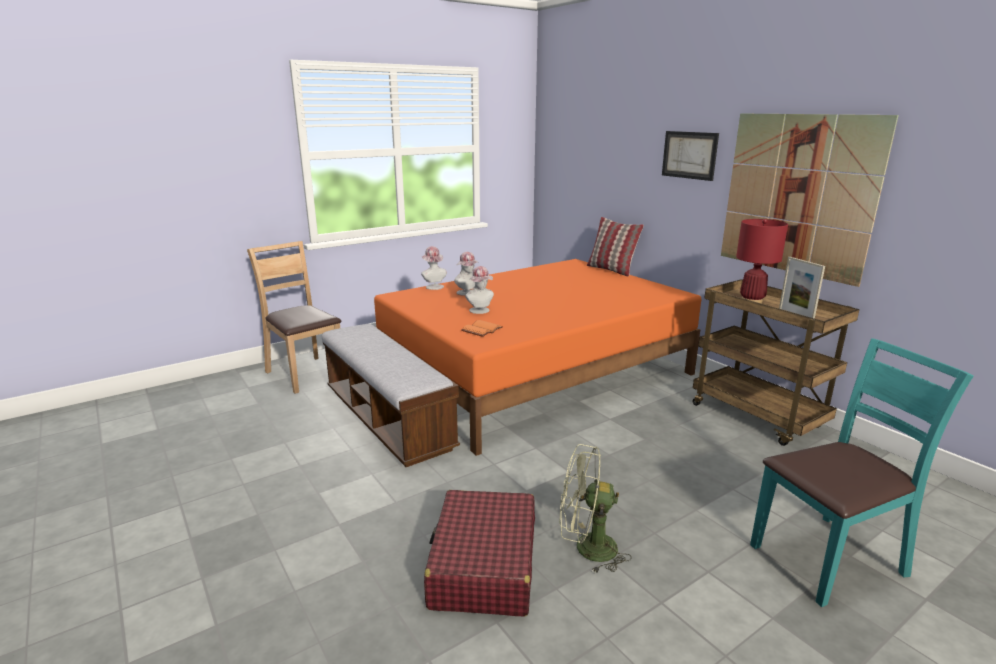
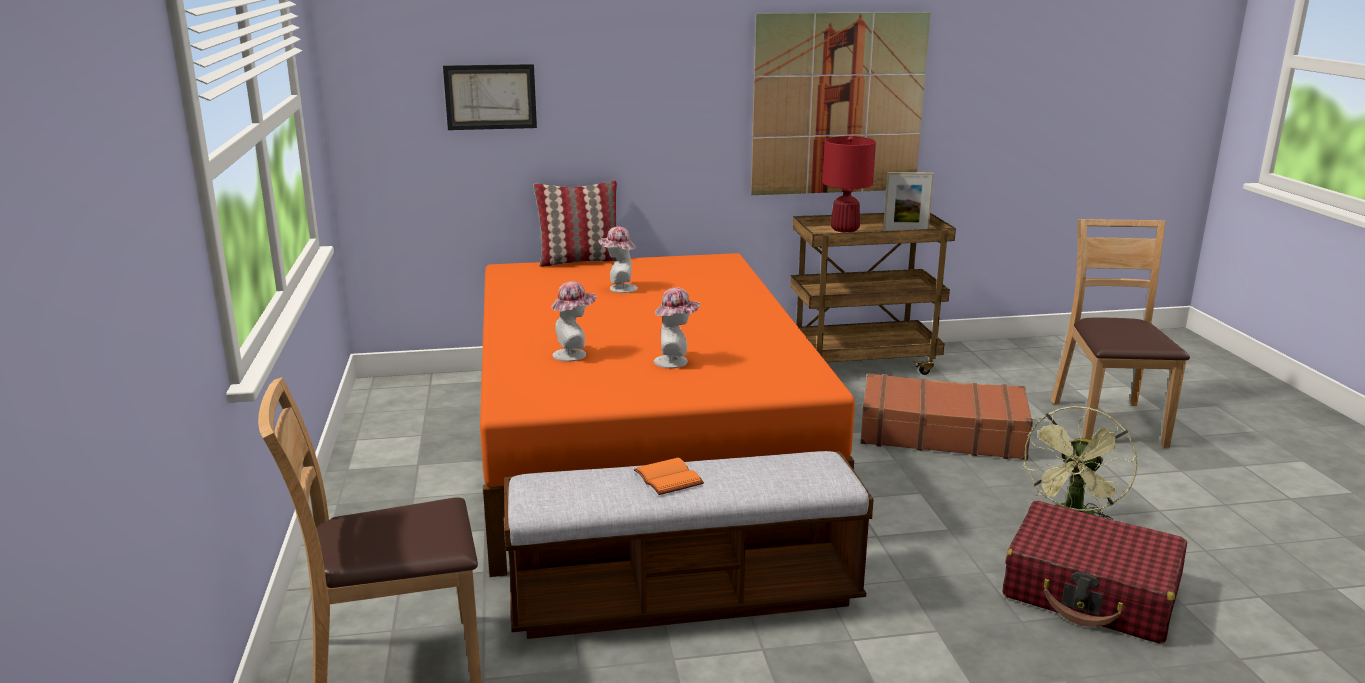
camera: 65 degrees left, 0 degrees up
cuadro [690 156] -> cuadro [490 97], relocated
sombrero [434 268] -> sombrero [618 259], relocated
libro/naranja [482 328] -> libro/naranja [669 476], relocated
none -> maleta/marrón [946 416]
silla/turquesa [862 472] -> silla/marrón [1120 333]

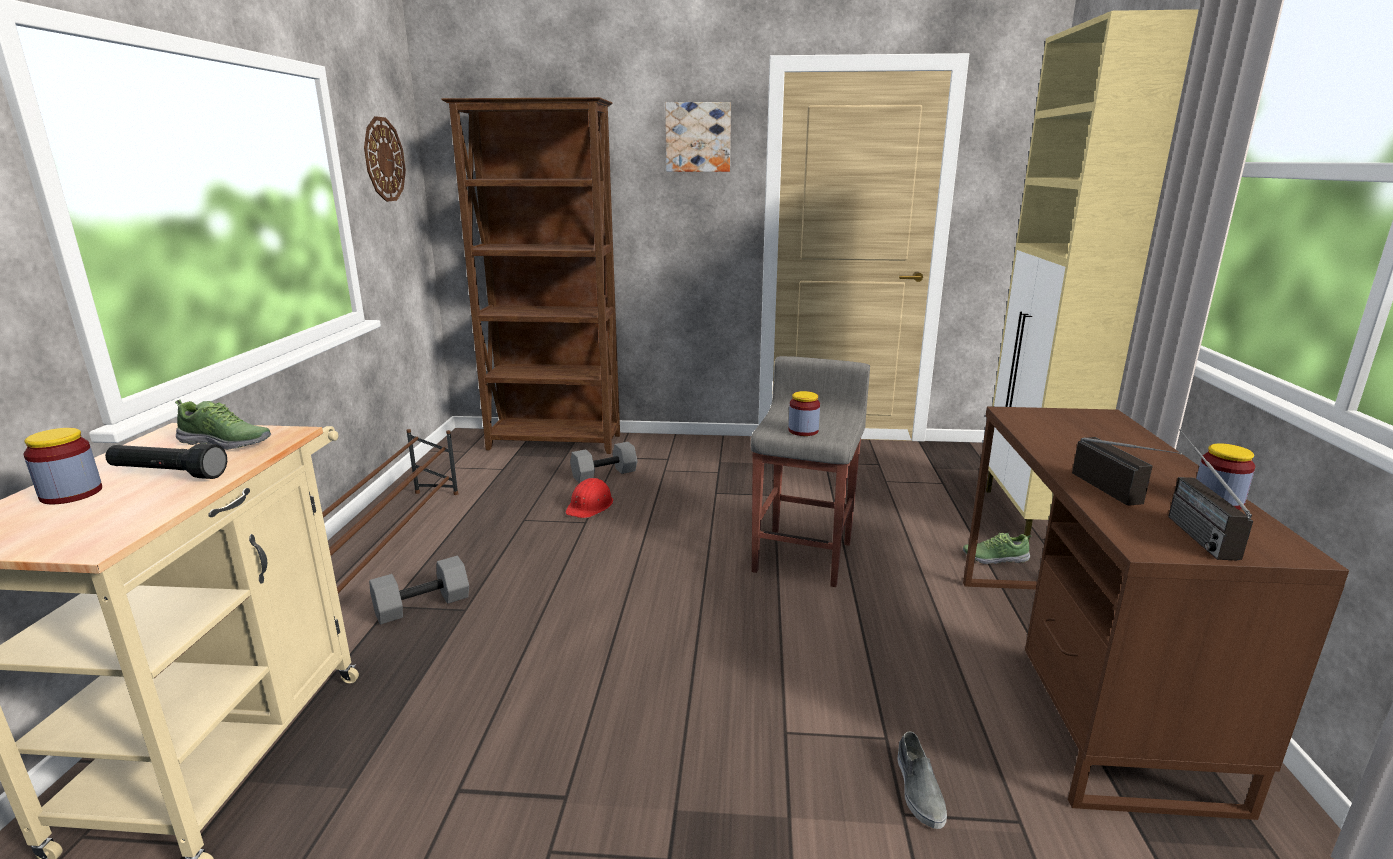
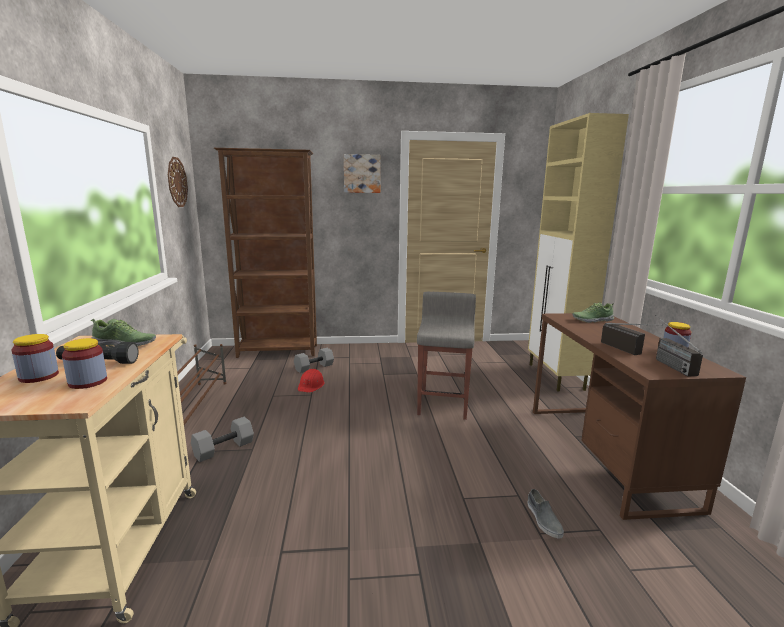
camera: 10 degrees left, 5 degrees down
tarro [804 413] -> tarro [84 363], relocated
zapato [997 548] -> zapato [593 312], relocated

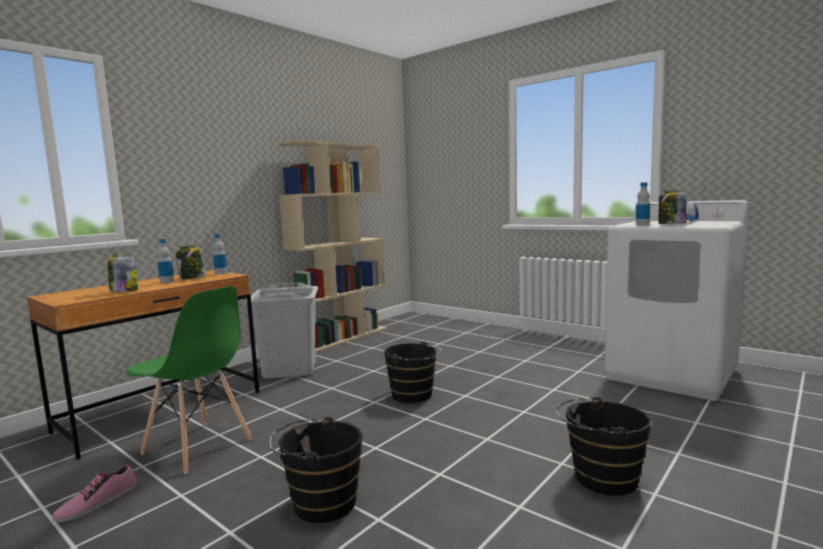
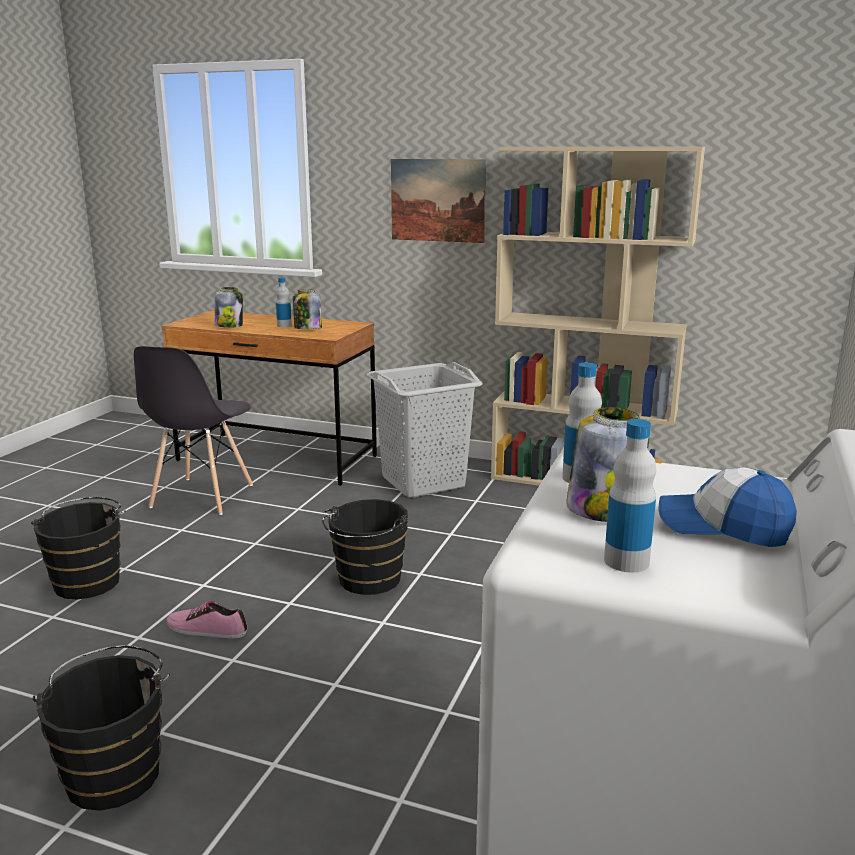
camera: 70 degrees right, 10 degrees up
silla/verde [189 380] -> silla/gris [193 430]
zapato [94 493] -> zapato [206 619], relocated
none -> cuadro [438 201]
botella [220 254] -> botella [630 495], relocated

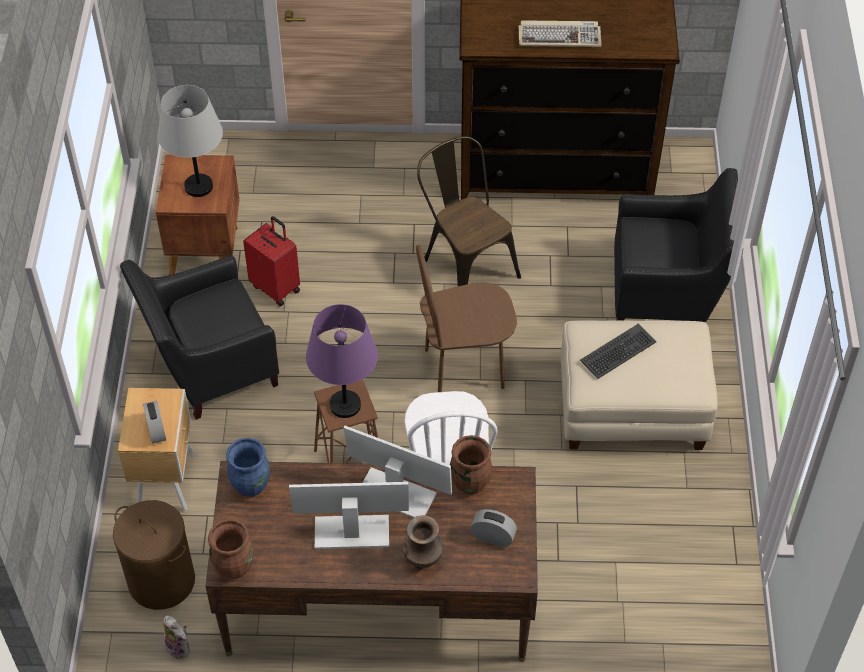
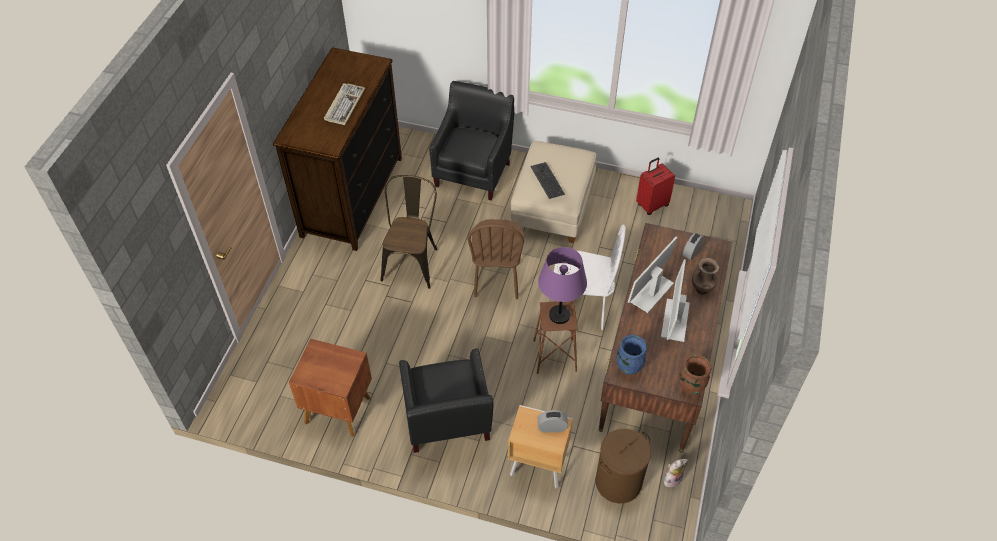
camera: 75 degrees left, 0 degrees up
silla/marrón [469 211] -> silla/marrón [409 232], 120 degrees clockwise
maleta/rojo [271 261] -> maleta/rojo [655 186], relocated
lámpara de mesa/gris [190 141] -> none
florero/marrón [471 465] -> none

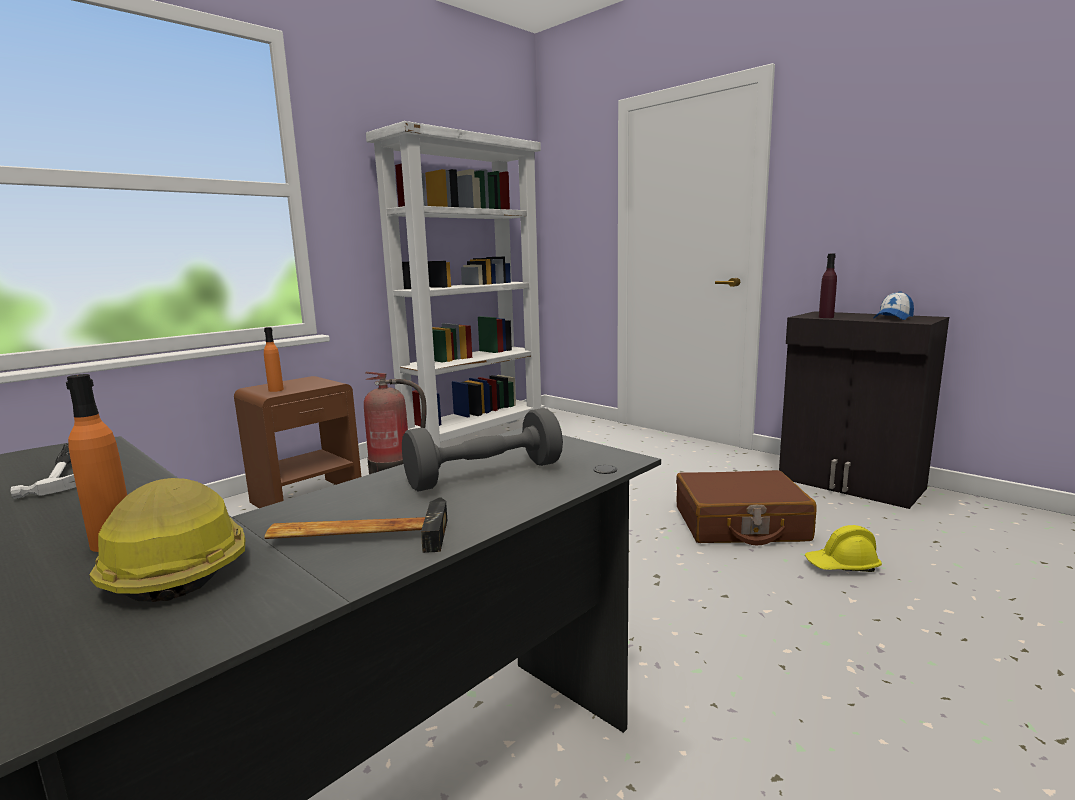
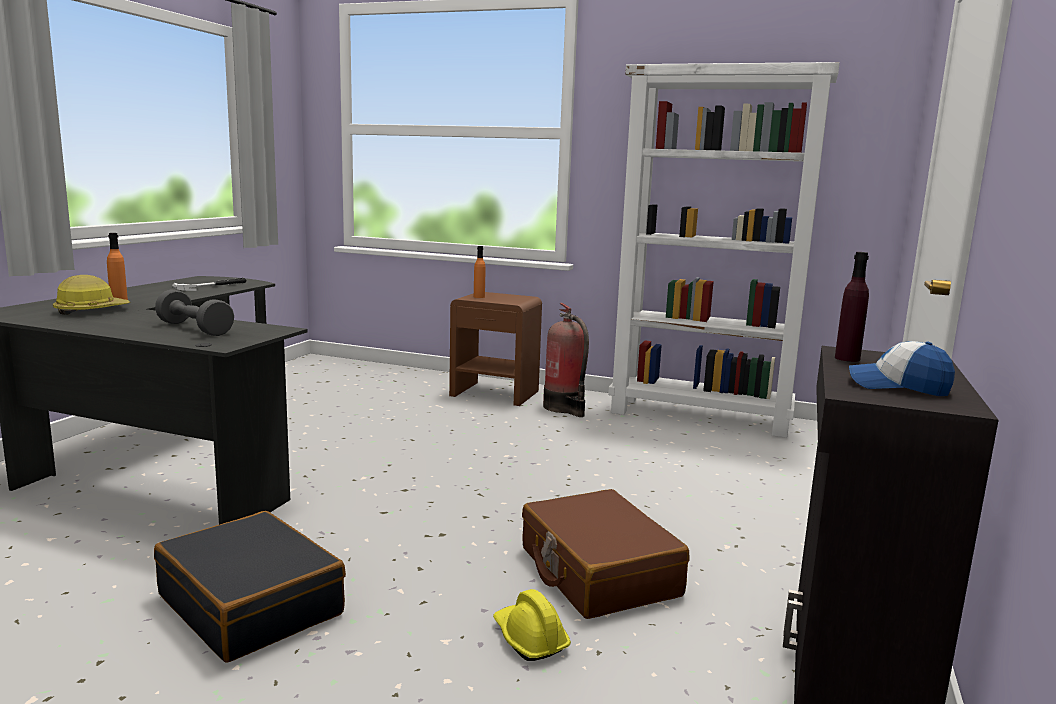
camera: 65 degrees right, 0 degrees up
none -> maleta/negro [250 586]
martillo [355 525] -> none

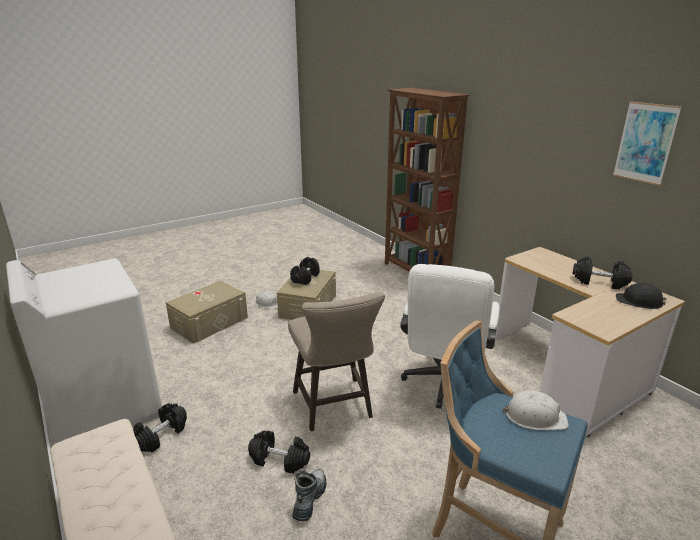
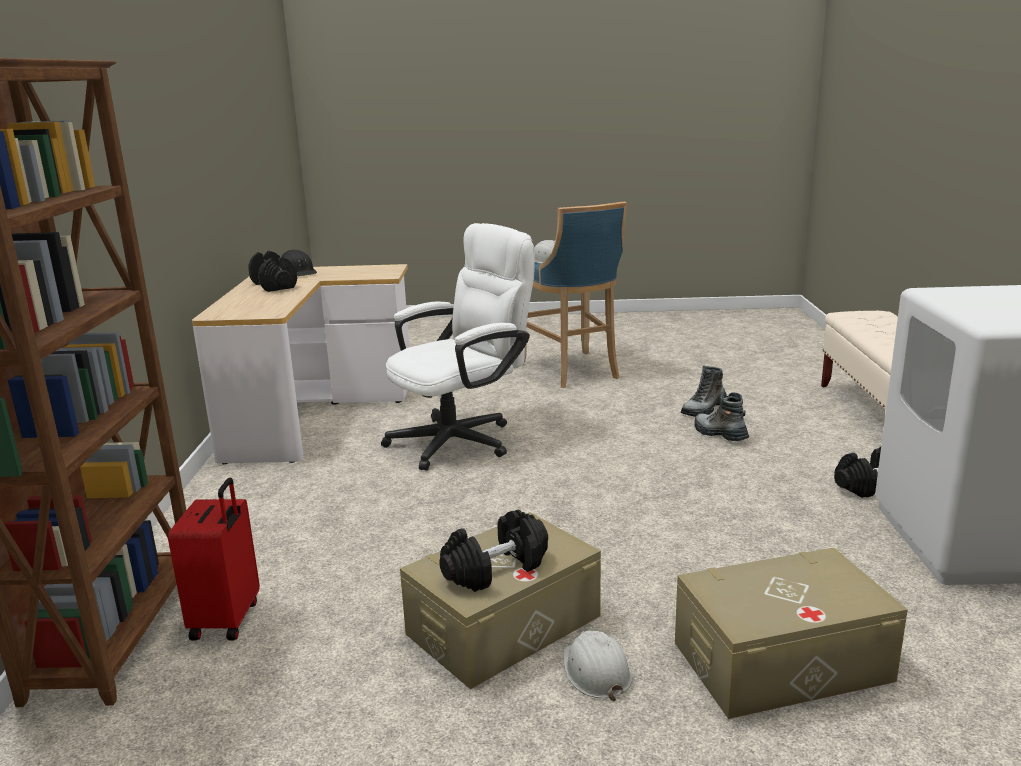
camera: 145 degrees left, 5 degrees down
none -> maleta/rojo [214 559]
mancuerna/negro [279 451] -> bota [721 416]
taburete/beis [336 361] -> none
cuadro [647 143] -> none

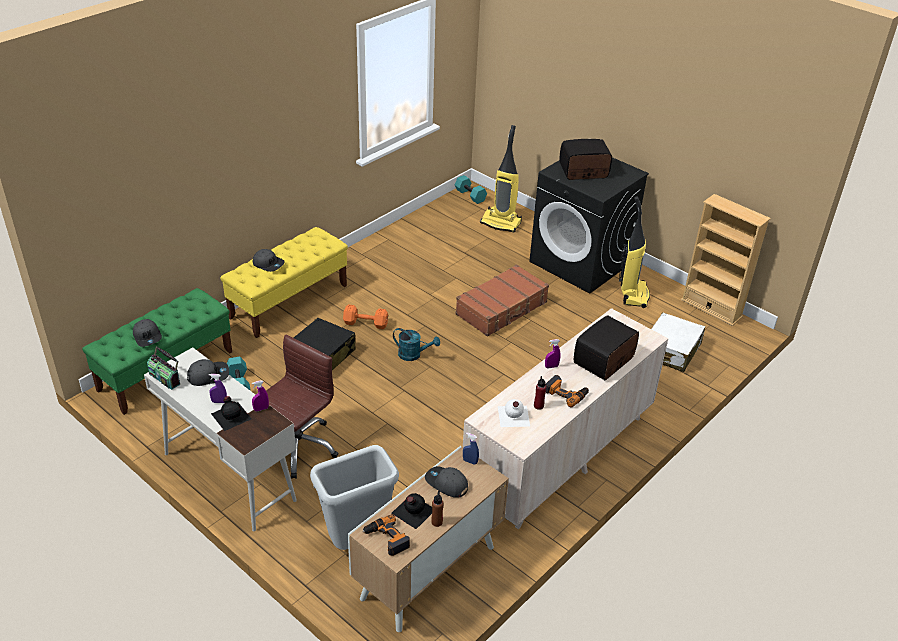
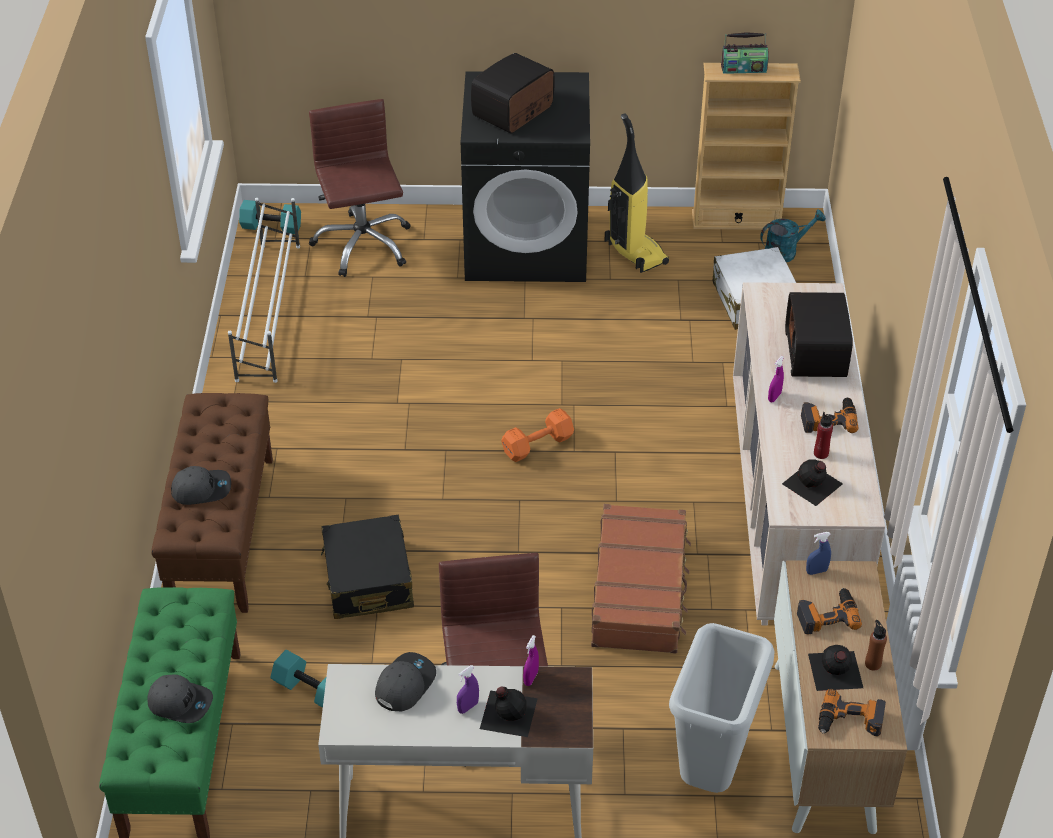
camera: 40 degrees left, 5 degrees up
banco/amarillo [284 282] -> banco/marrón [212 503]
none -> zapatero/blanco [264 290]
aspiradora [501 179] -> silla de oficina/marrón [360 188]
mancuerna/naranja [365 316] -> mancuerna/naranja [537 435], relocated
maleta/marrón [502 300] -> maleta/marrón [641 579], relocated
radio [163 368] -> radio [745 53], relocated
regadera/turquesa [416 344] -> regadera/turquesa [793 235], relocated
botella/blanco [514 413] -> botella/negro [812 482]
gorra/gris [446 482] -> taladro [829 611]

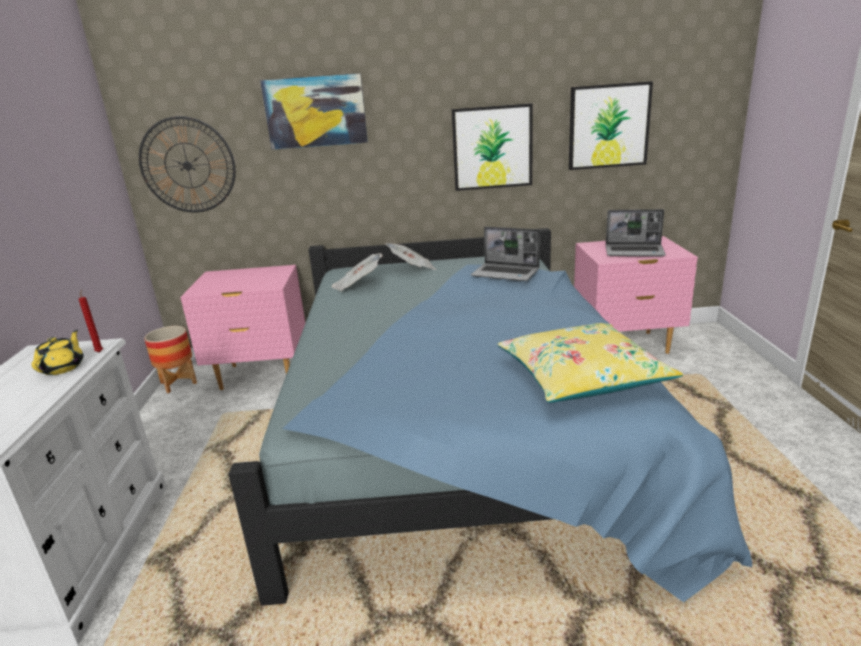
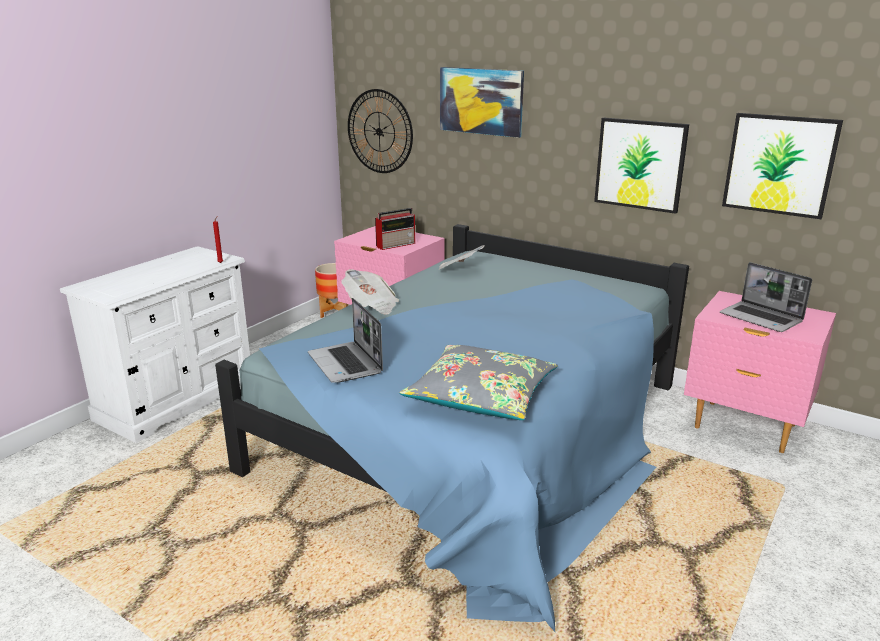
camera: 35 degrees right, 0 degrees up
portátil [505 254] -> portátil [345 340], relocated
periódico [411 256] -> periódico [370 292], relocated
none -> radio [395 229]
cojín/amarillo [590 363] -> cojín/gris [478 382]
tetera/amarillo [57 352] -> none

